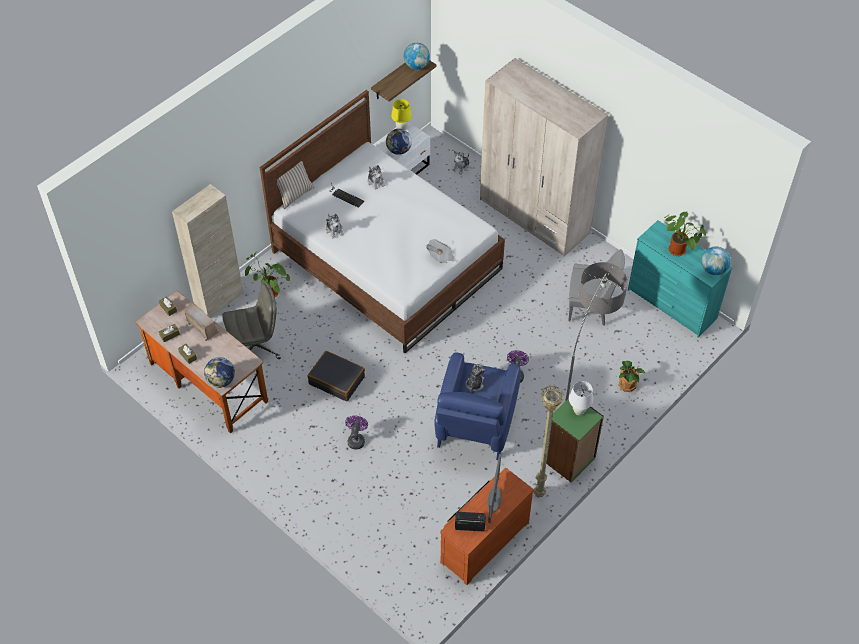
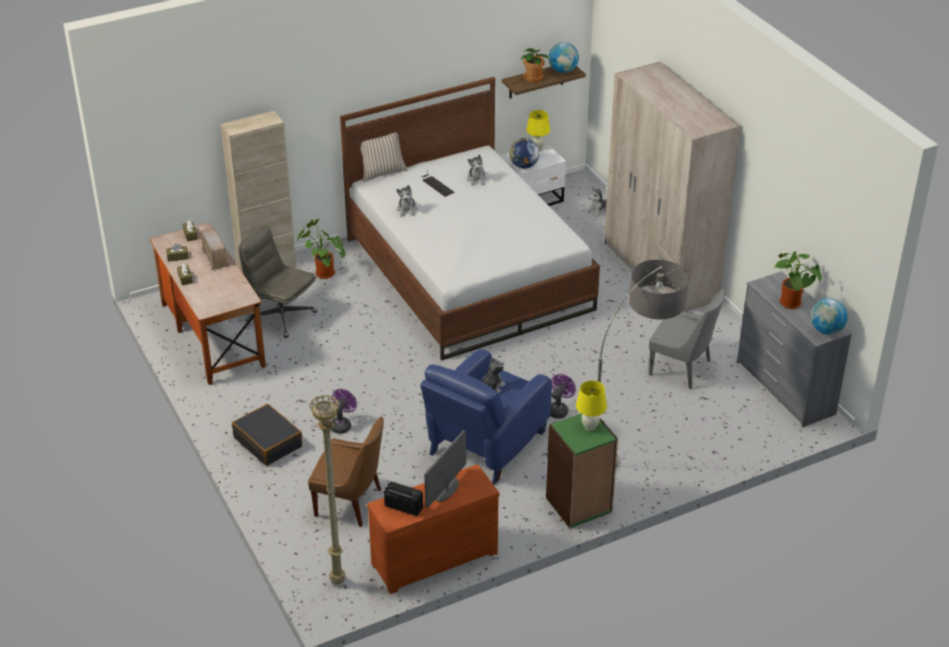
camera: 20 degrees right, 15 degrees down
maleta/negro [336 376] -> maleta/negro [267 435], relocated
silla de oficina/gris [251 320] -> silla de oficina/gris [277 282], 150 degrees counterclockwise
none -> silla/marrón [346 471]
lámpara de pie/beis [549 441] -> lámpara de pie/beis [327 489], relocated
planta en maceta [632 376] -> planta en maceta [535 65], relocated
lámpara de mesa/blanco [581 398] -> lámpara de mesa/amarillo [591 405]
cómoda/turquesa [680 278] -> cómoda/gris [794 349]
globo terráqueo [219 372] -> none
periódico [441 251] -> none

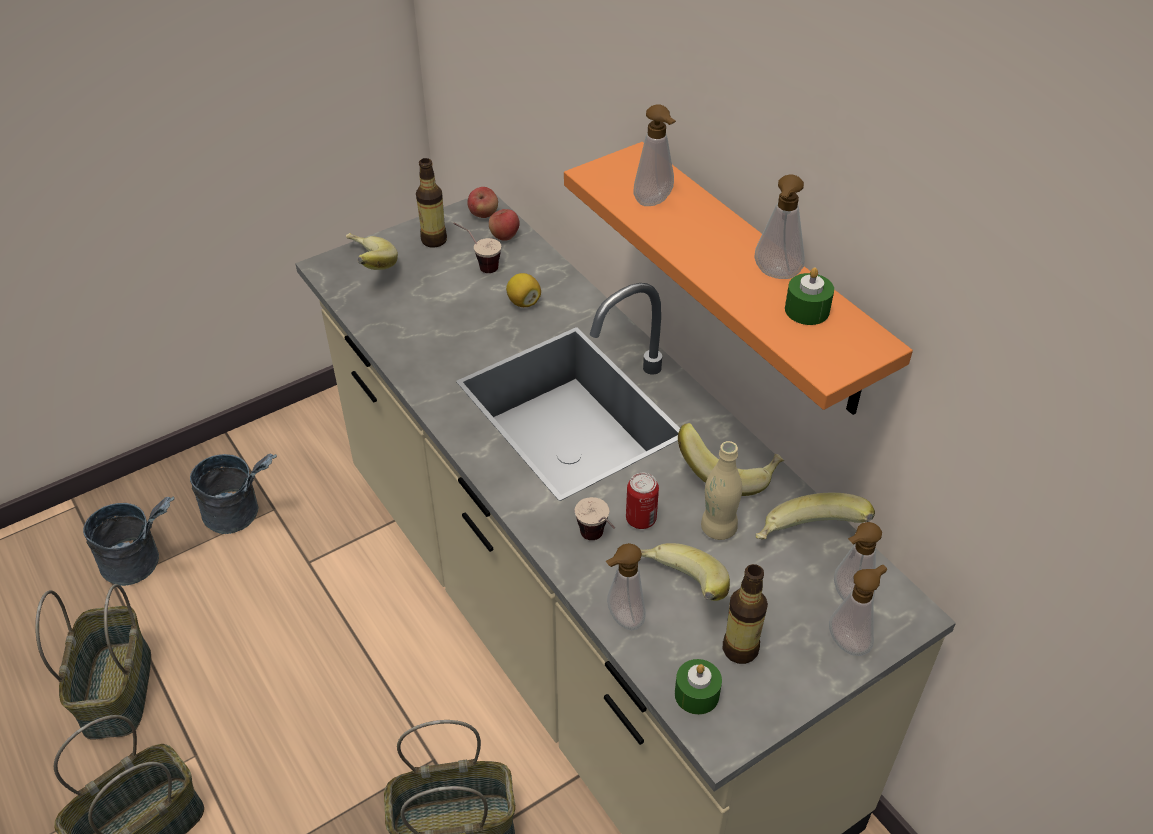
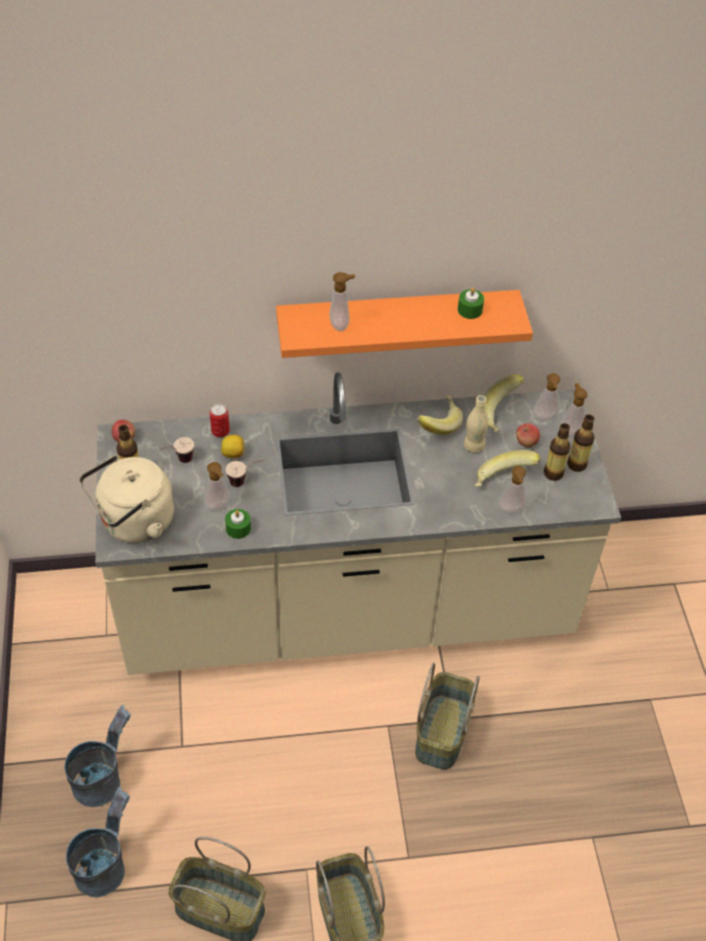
camera: 65 degrees left, 5 degrees up
plátano [372 251] -> hervidor/beis [126 499]
dispensador de jabón [780 226] -> dispensador de jabón [217 487], relocated
lata [642 501] -> lata [220 420], relocated
taza [595 518] -> taza [244 473], relocated
vela/verde [698 687] -> vela/verde [238 524], relocated
manzana [504 225] -> manzana [528 435], relocated
none -> botella [581 443]

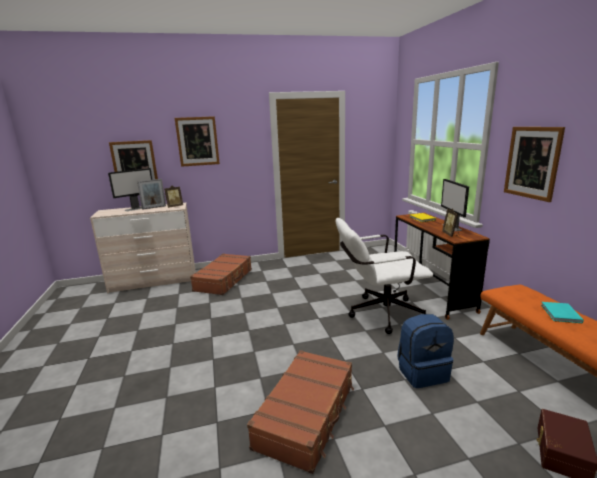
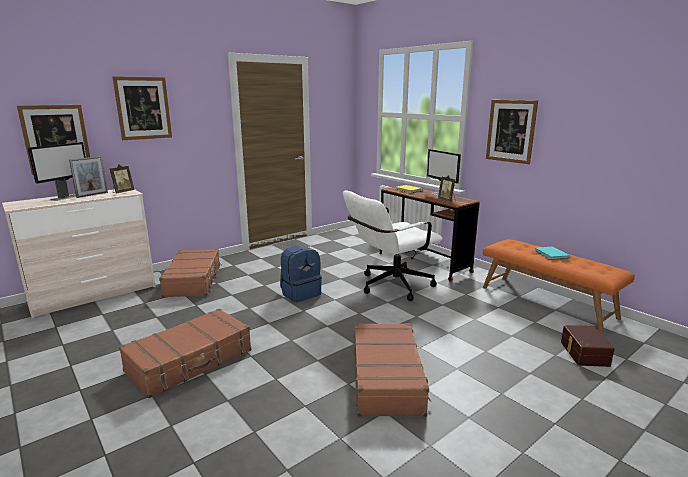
camera: 25 degrees left, 0 degrees up
none -> maleta/marrón [185 353]
mochila/azul [425 351] -> mochila/azul [301 274], relocated

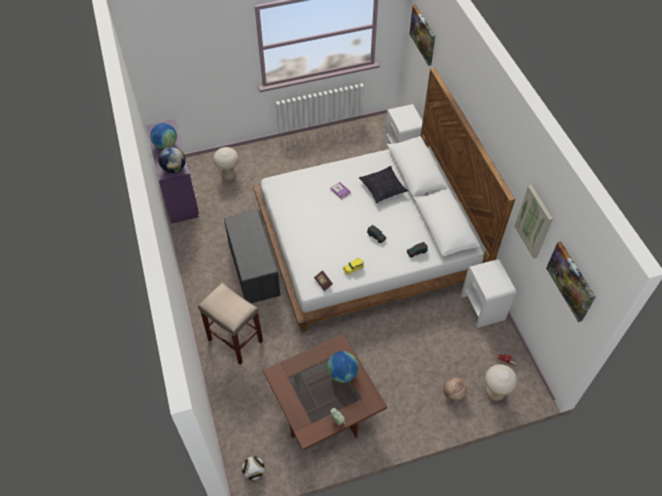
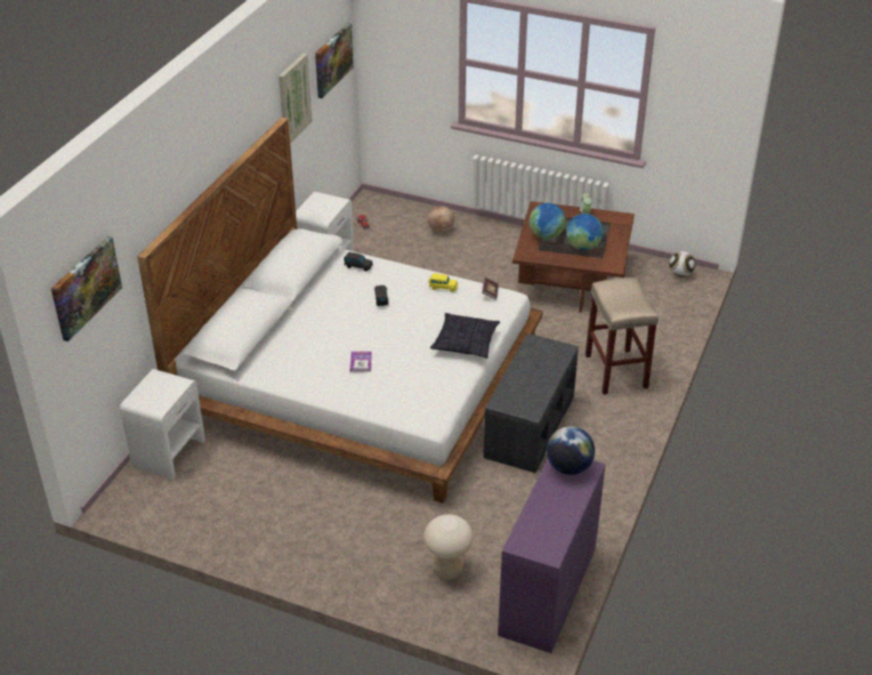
camera: 140 degrees left, 15 degrees down
cojín [383 185] -> cojín [465 335], relocated
globo terráqueo [163 136] -> globo terráqueo [584 231], relocated
taburete/beis [501 382] -> none

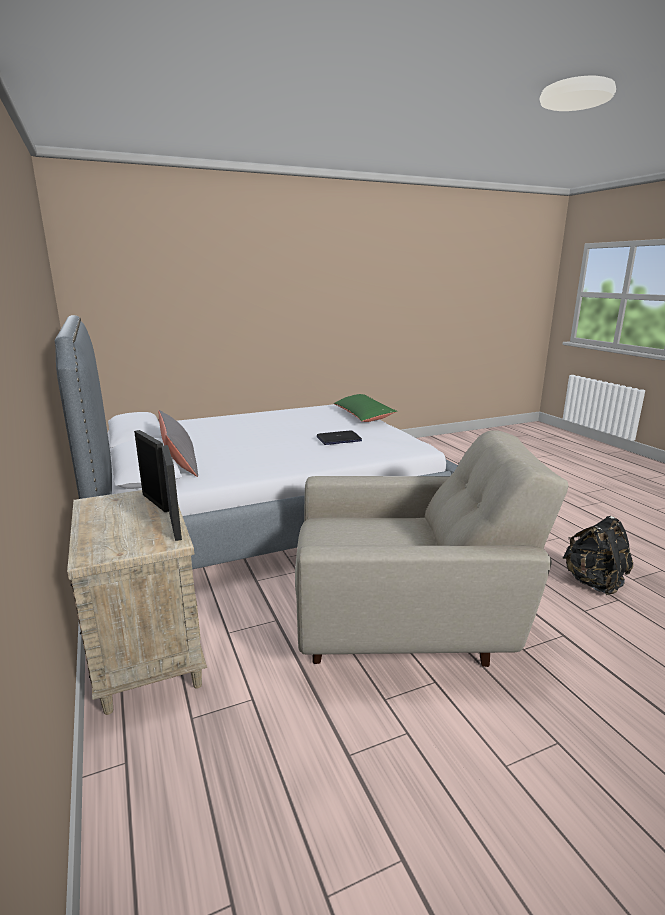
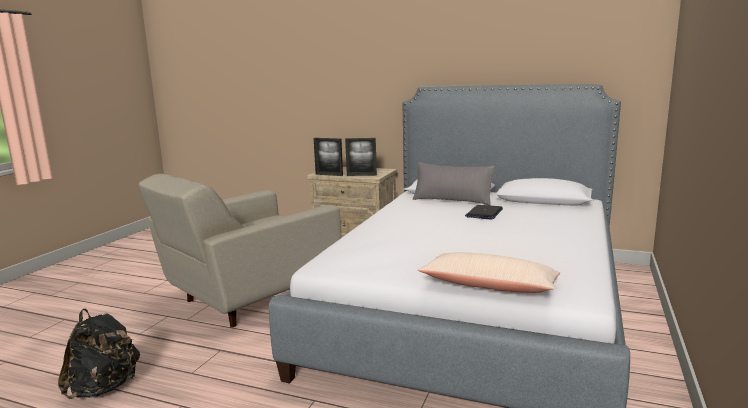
camera: 135 degrees right, 5 degrees down
cojín/verde [365 408] -> cojín/beis [489 272]
portátil [339 437] -> portátil [484 212], relocated

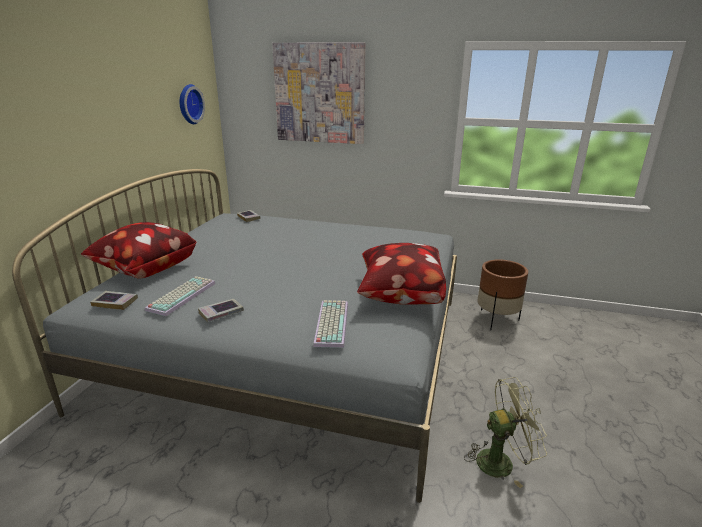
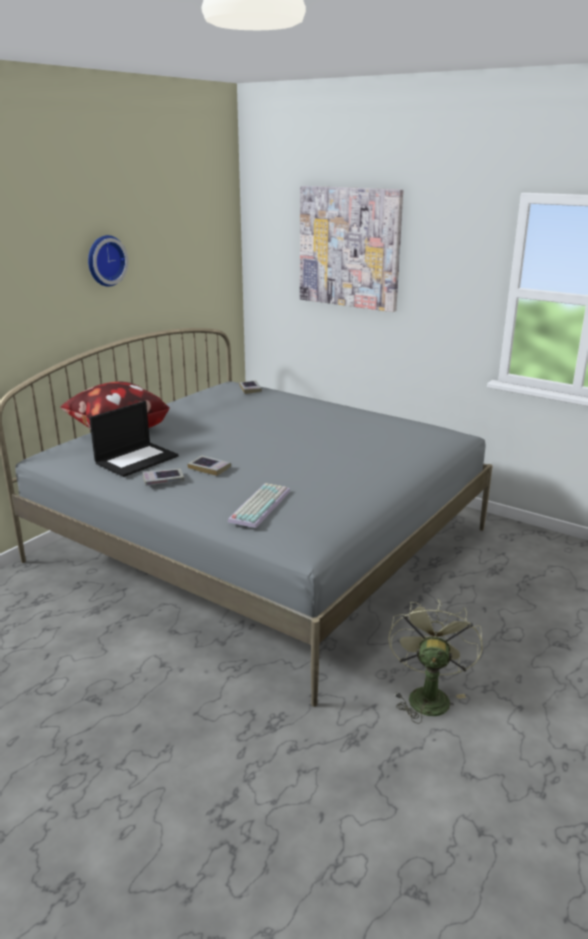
camera: 20 degrees right, 0 degrees up
reloj de pared [192 104] -> reloj de pared [108 261], relocated
teclado [180 296] -> portátil [133 439]
libro [114 300] -> libro [209 465], relocated
ventilador/verde [505 432] -> ventilador/verde [435 661], 90 degrees counterclockwise
cojín [401 274] -> none
maceta/marrón [502 294] -> none

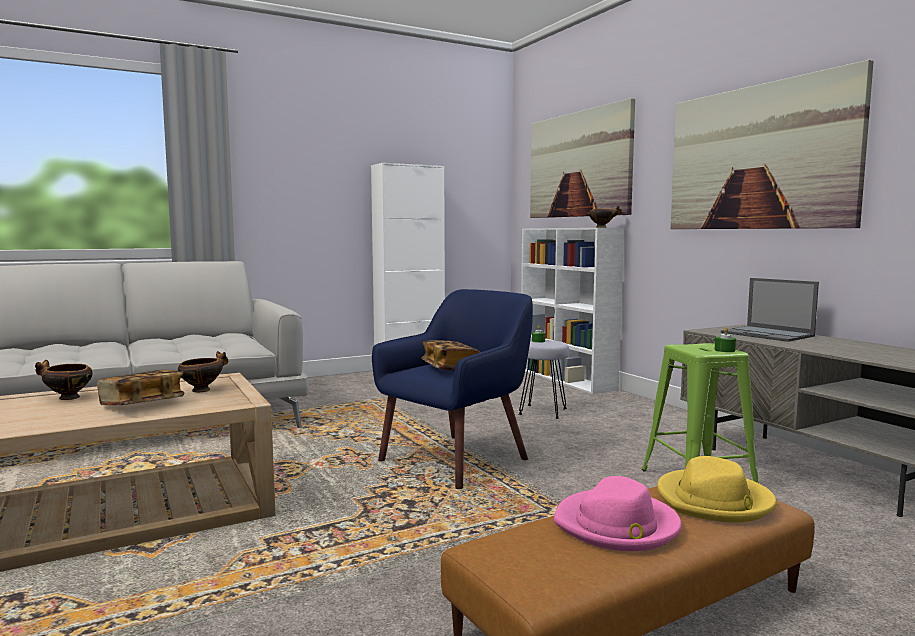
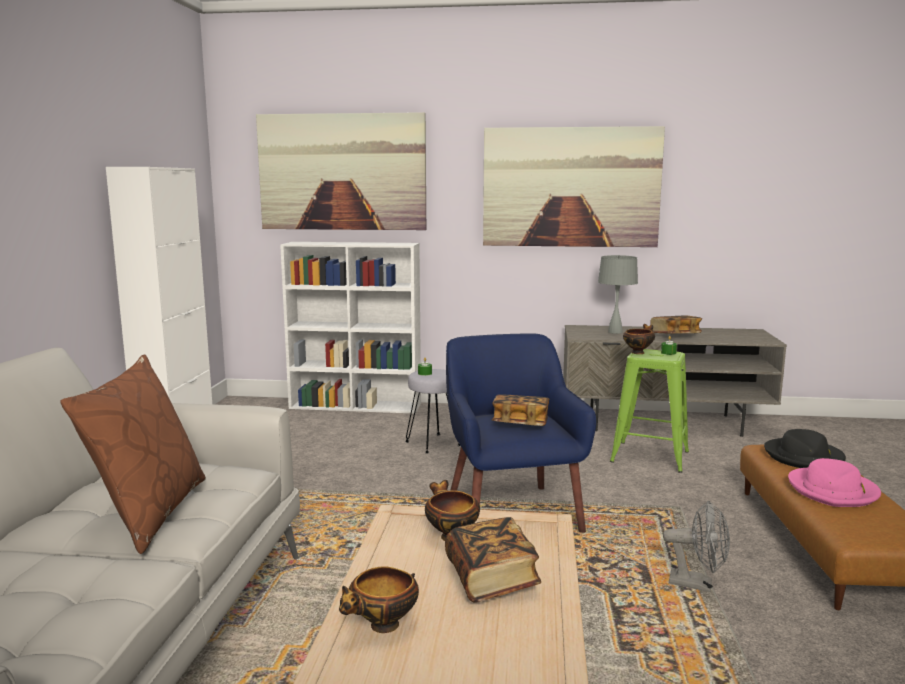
camera: 55 degrees left, 5 degrees up
none -> cojín/marrón [133 454]
portátil [770 310] -> lámpara de mesa/gris [618 294]
cuenco [604 216] -> cuenco [639 339], relocated
none -> libro [676 325]
none -> ventilador/gris [696 546]
sombrero/amarillo [717 489] -> sombrero/negro [805 448]

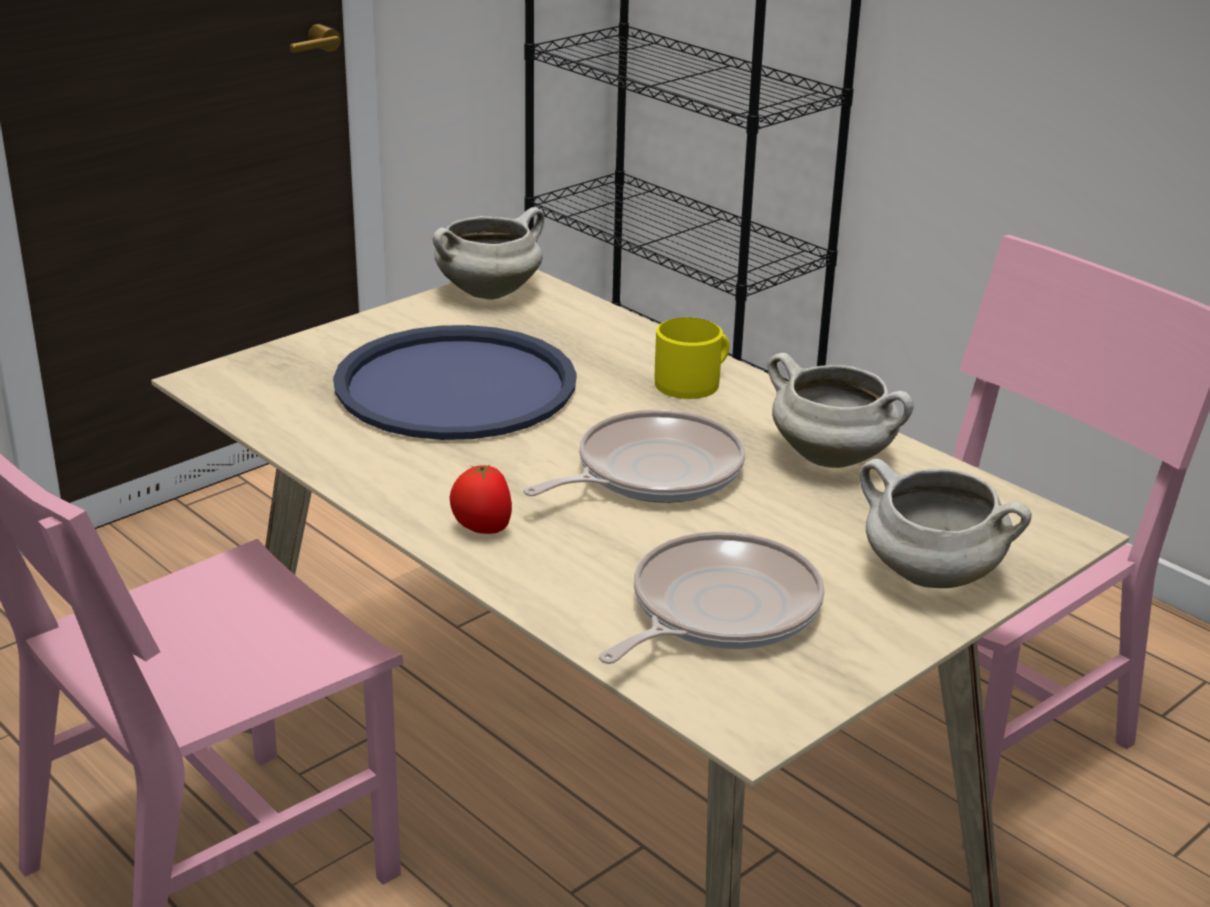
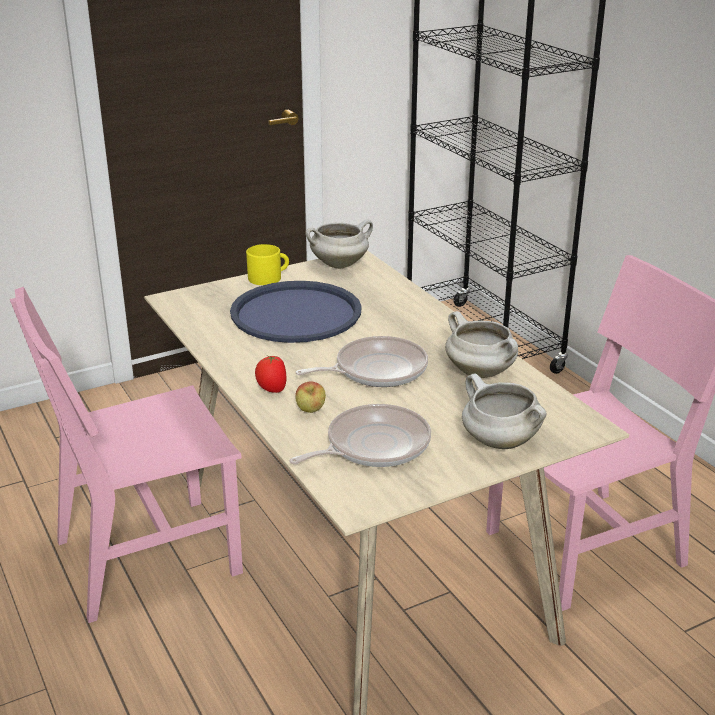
camera: 15 degrees right, 0 degrees up
taza grande/amarillo [692 358] -> taza grande/amarillo [267 264], relocated
none -> manzana [310 397]

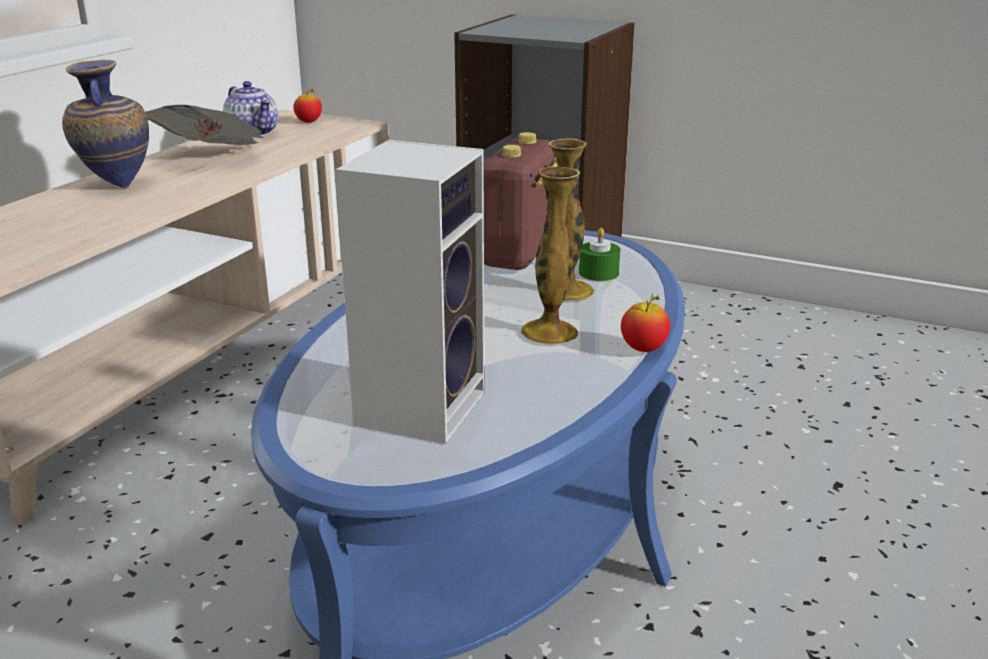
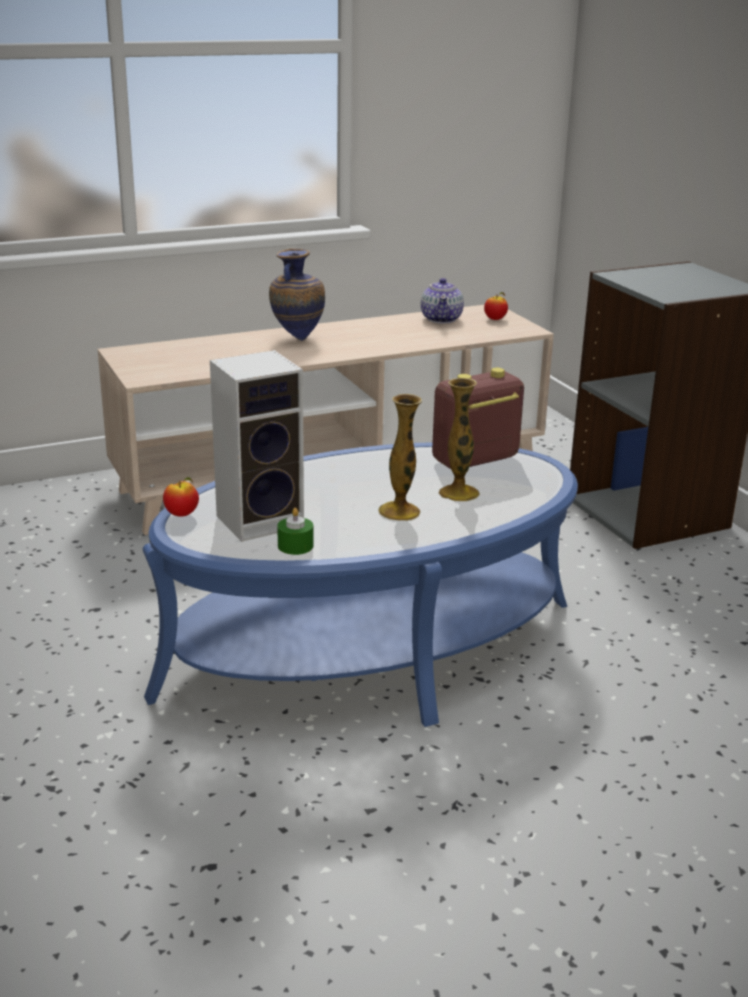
camera: 40 degrees right, 0 degrees up
manzana [646 323] -> manzana [181 497], relocated
vela/verde [599 254] -> vela/verde [295 531], relocated
periódico [204 125] -> none

